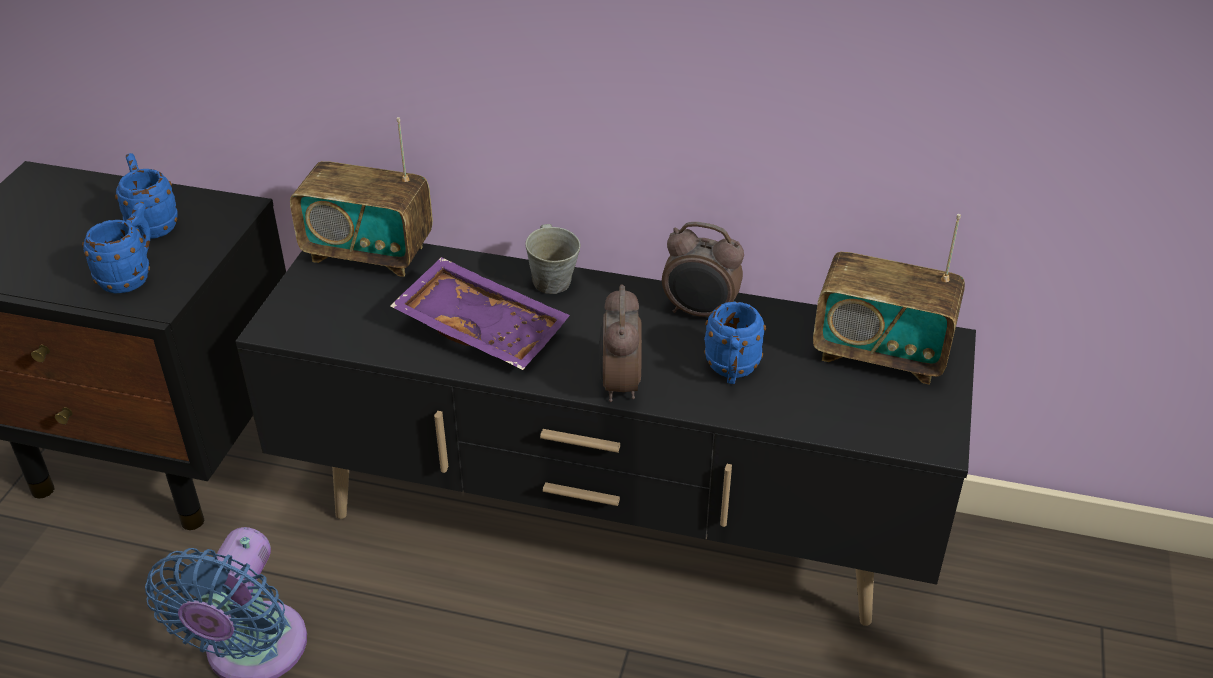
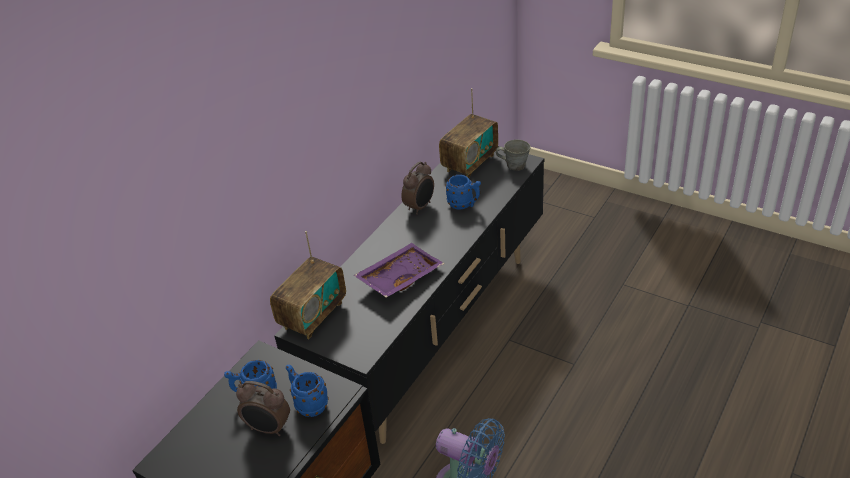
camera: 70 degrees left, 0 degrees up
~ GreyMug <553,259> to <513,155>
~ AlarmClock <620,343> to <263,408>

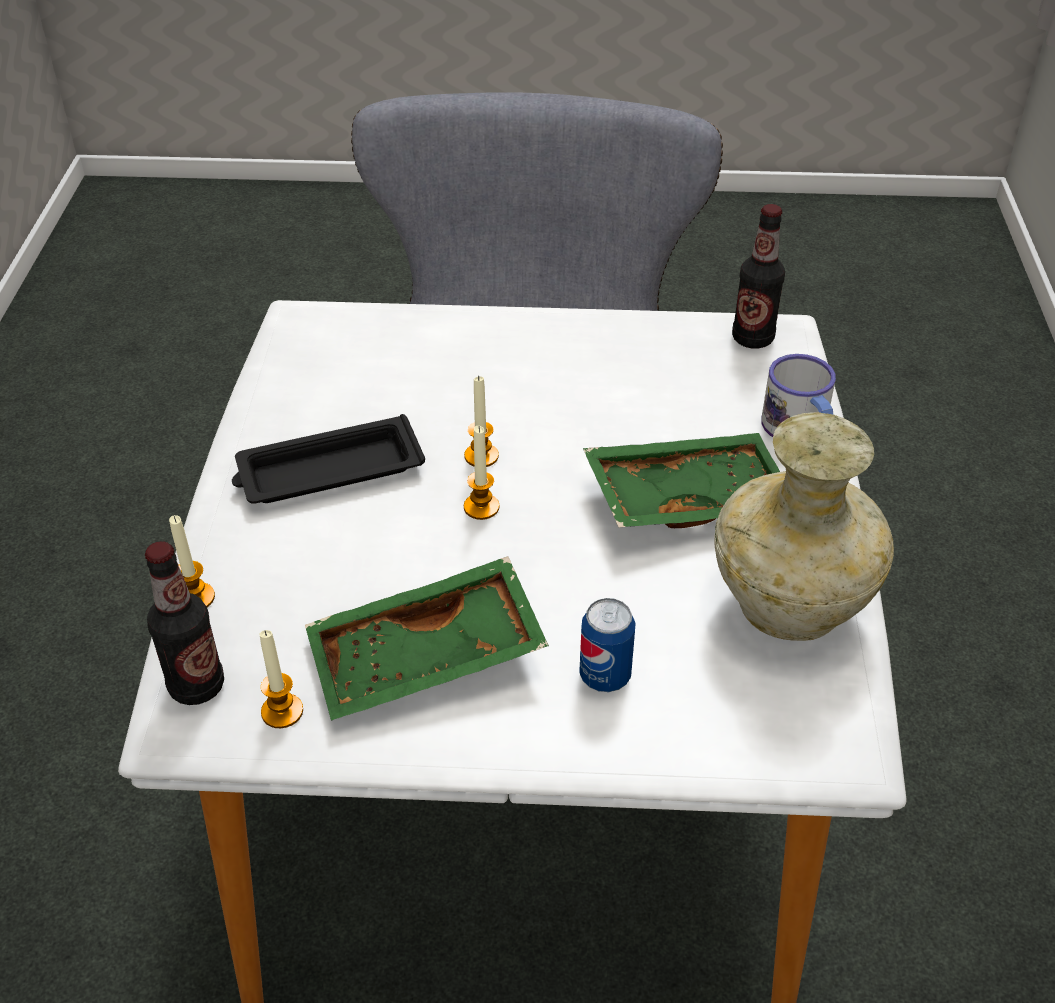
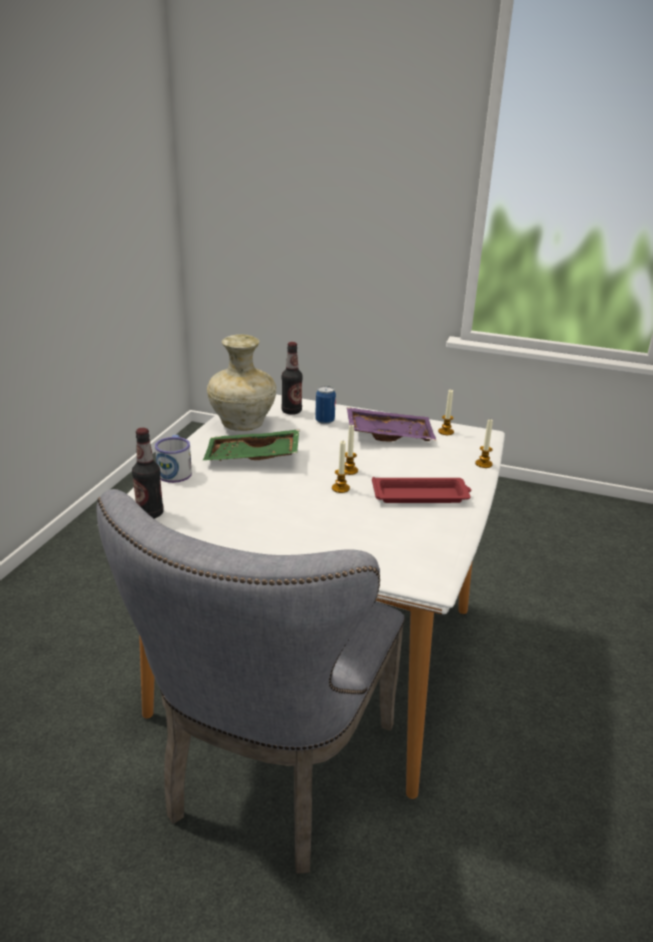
camera: 165 degrees left, 15 degrees down
~ Bottle <184,623> to <292,378>
~ BlackTray <328,459> to RedTray <421,490>
~ GreenTray <427,638> to PurpleTray <391,424>

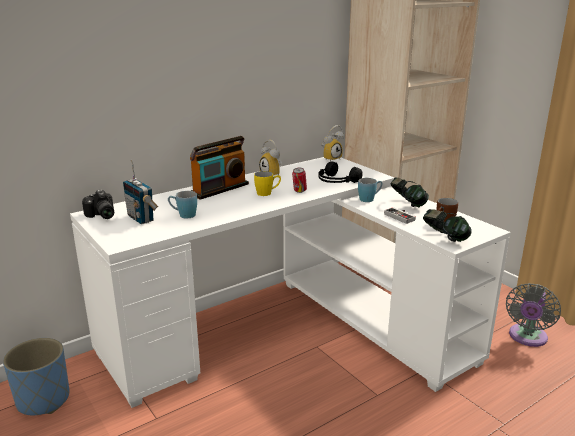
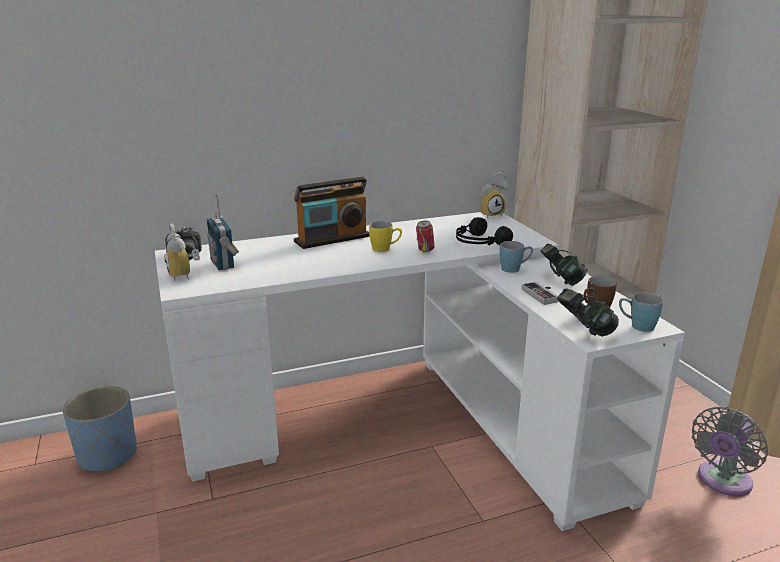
camera: 15 degrees right, 0 degrees up
~ BlueMug <182,204> to <641,312>
~ AlarmClock <270,157> to <182,252>

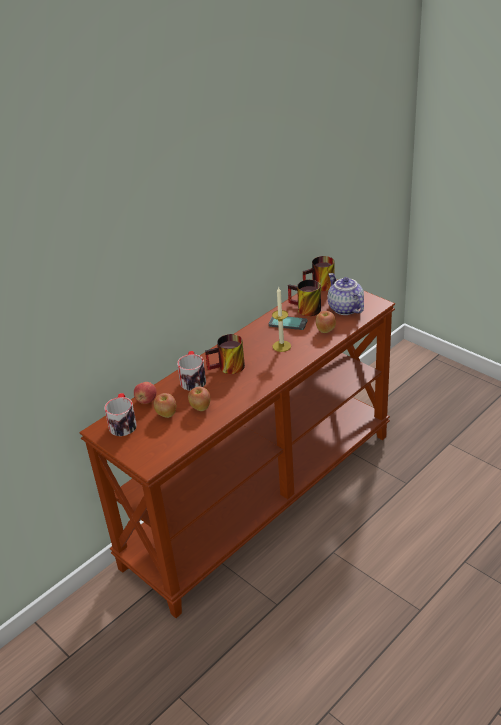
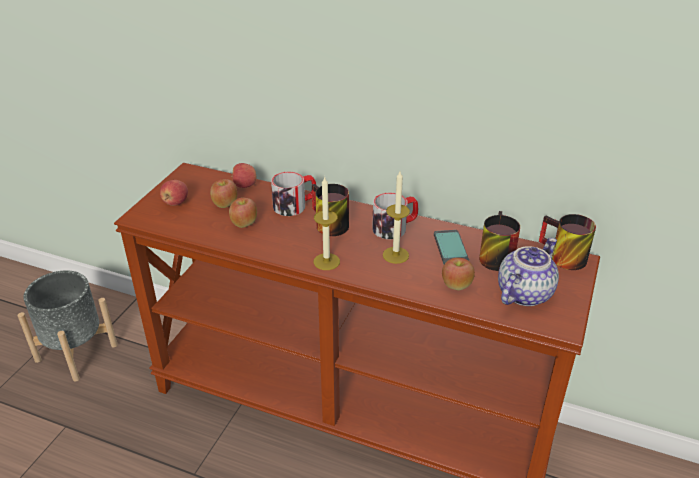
camera: 65 degrees right, 0 degrees up
~ Mug <120,414> to <395,216>
+ GreyPlanter <67,326>
+ Apple <174,193>
+ Candle <326,223>

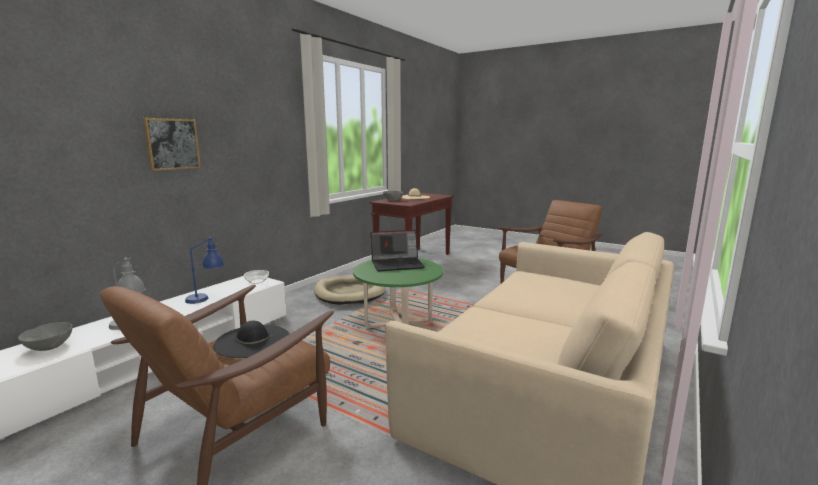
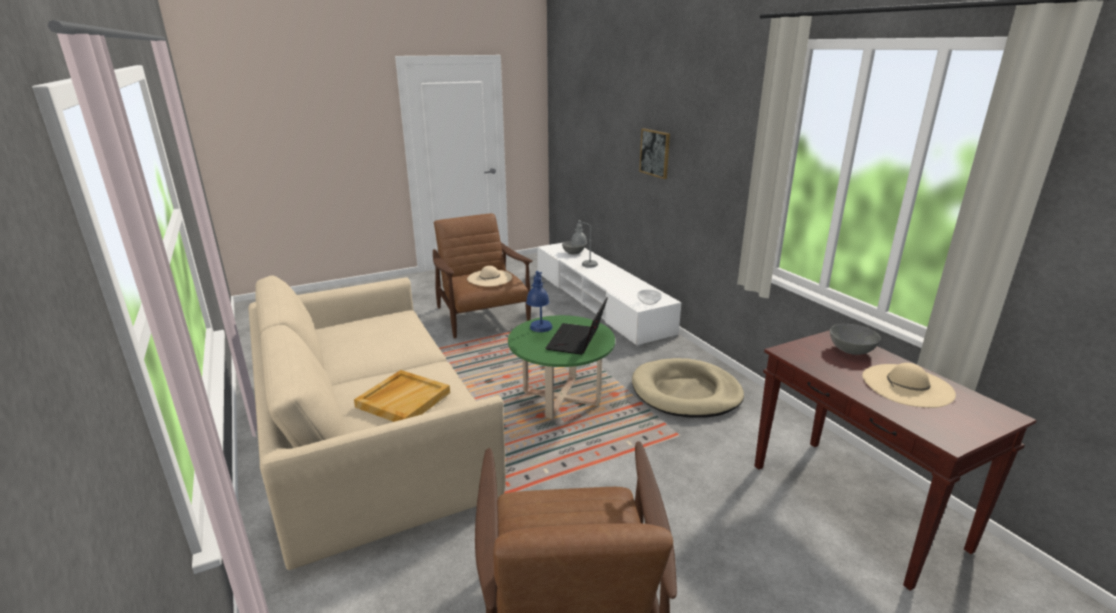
camera: 120 degrees right, 10 degrees up
~ BlueTableLamp <205,270> to <539,301>
~ BlackHat <251,339> to BeigeHat <489,276>
+ BeigeTray <402,396>

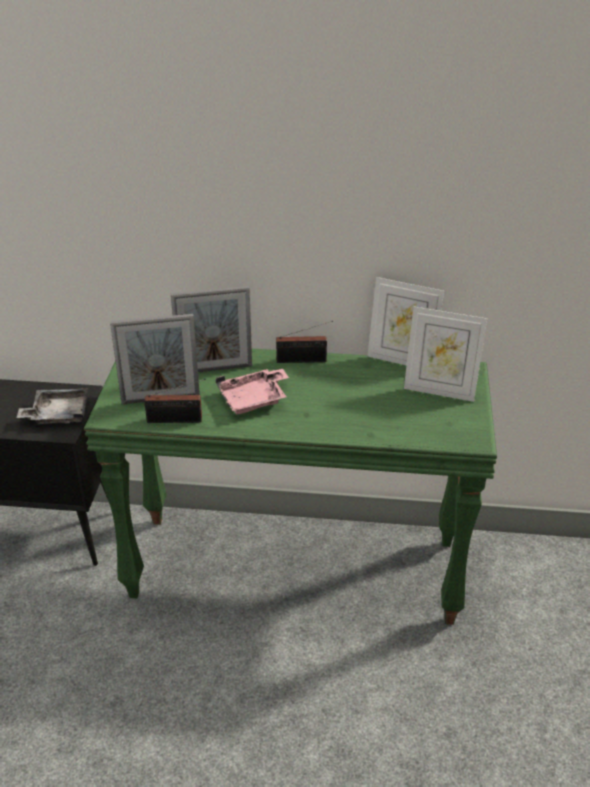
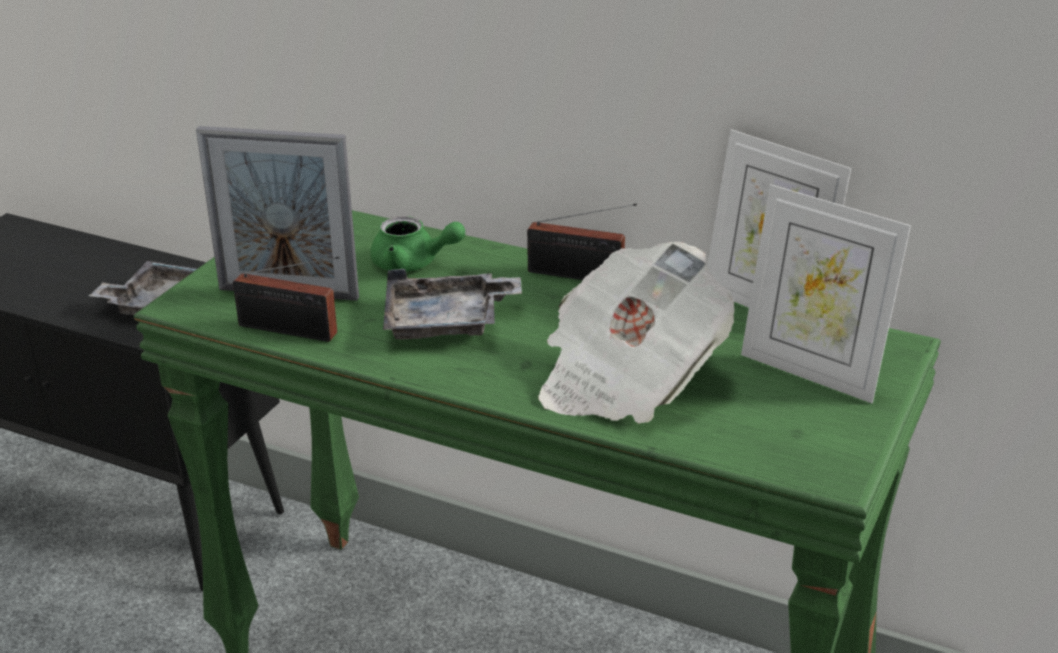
camera: 20 degrees right, 5 degrees down
~ PictureFrame <211,329> to GreenTeapot <417,244>
~ PinkTray <252,392> to GreyTray <452,304>
+ Newspaper <636,333>

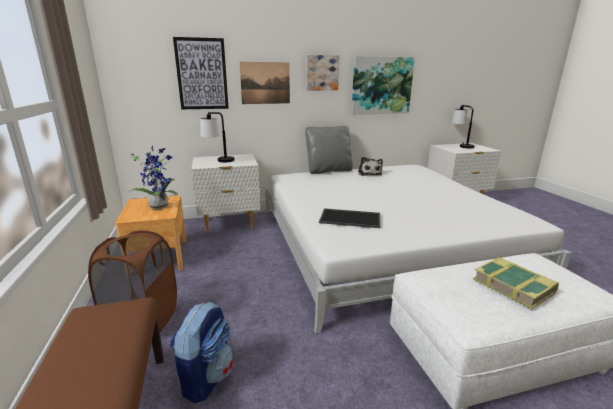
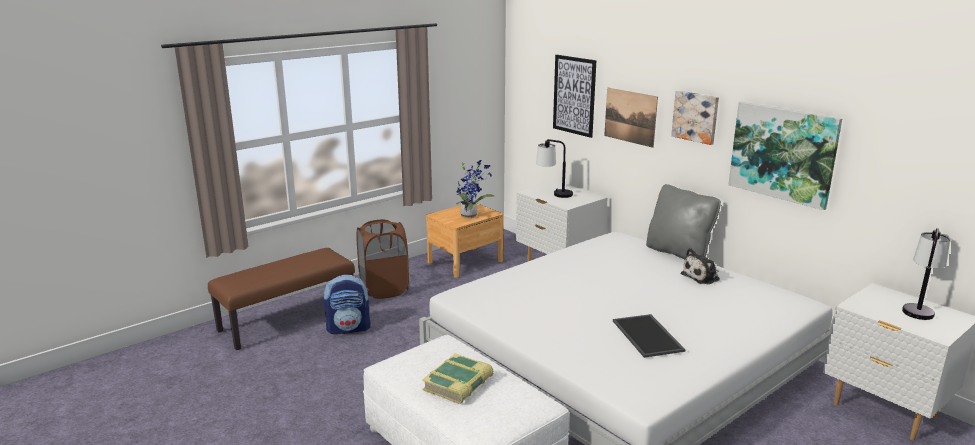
camera: 65 degrees right, 0 degrees up
~ Tray <350,218> to <649,336>

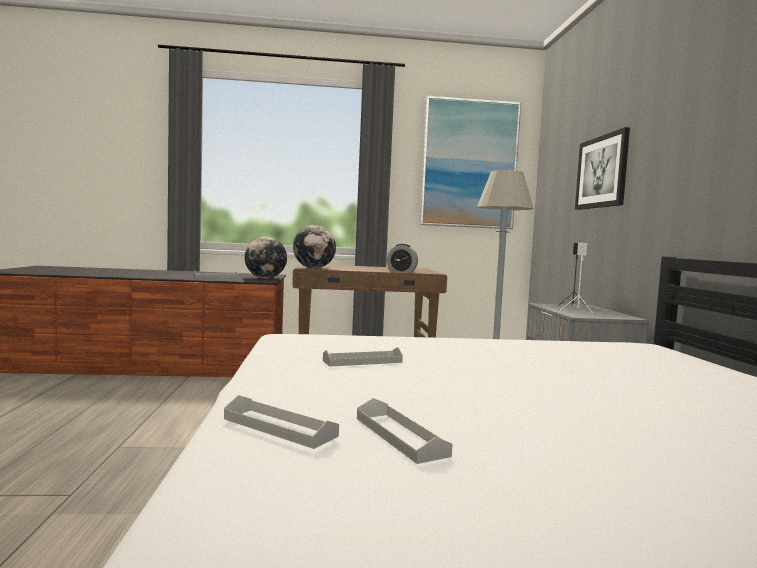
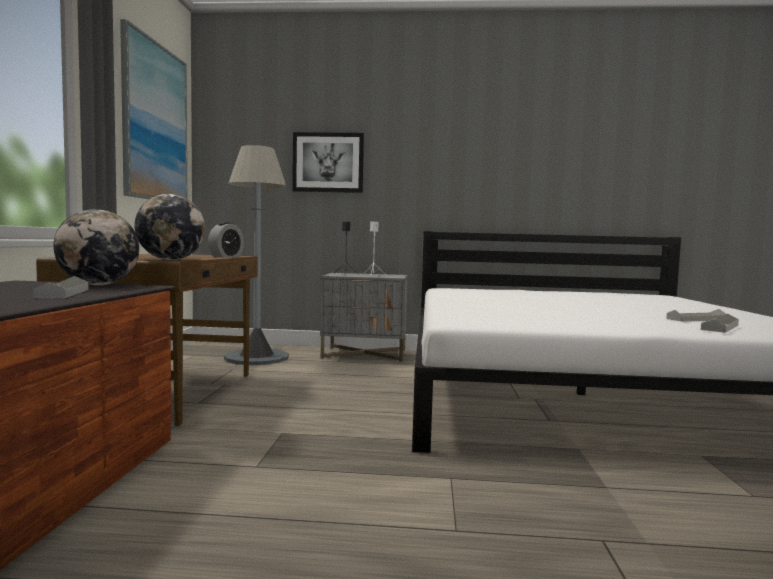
camera: 80 degrees left, 0 degrees up
- GreyTray <363,357>

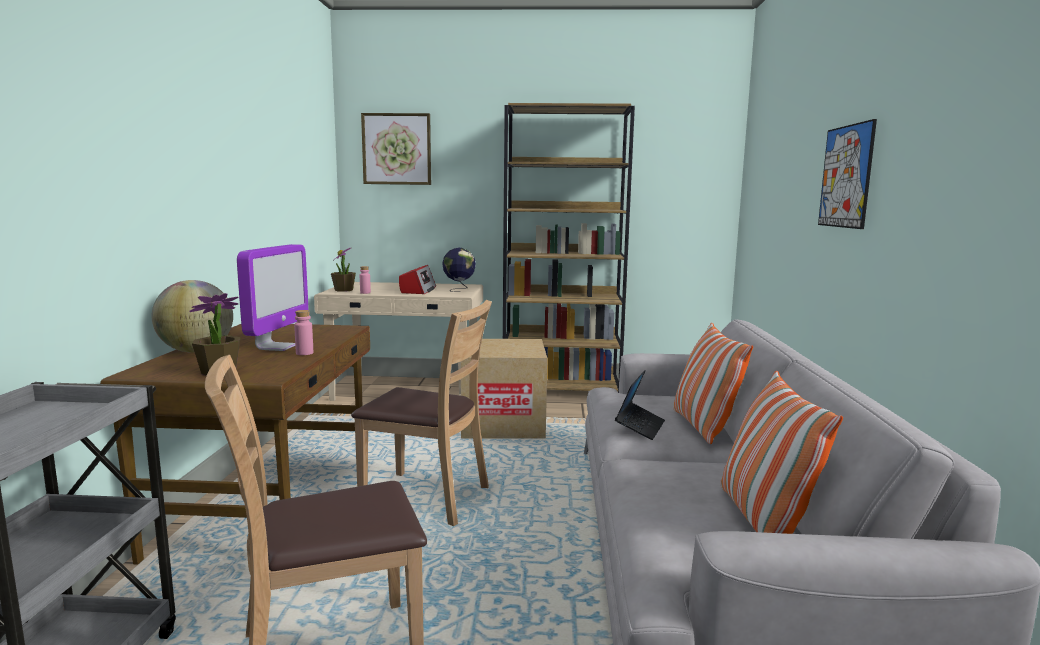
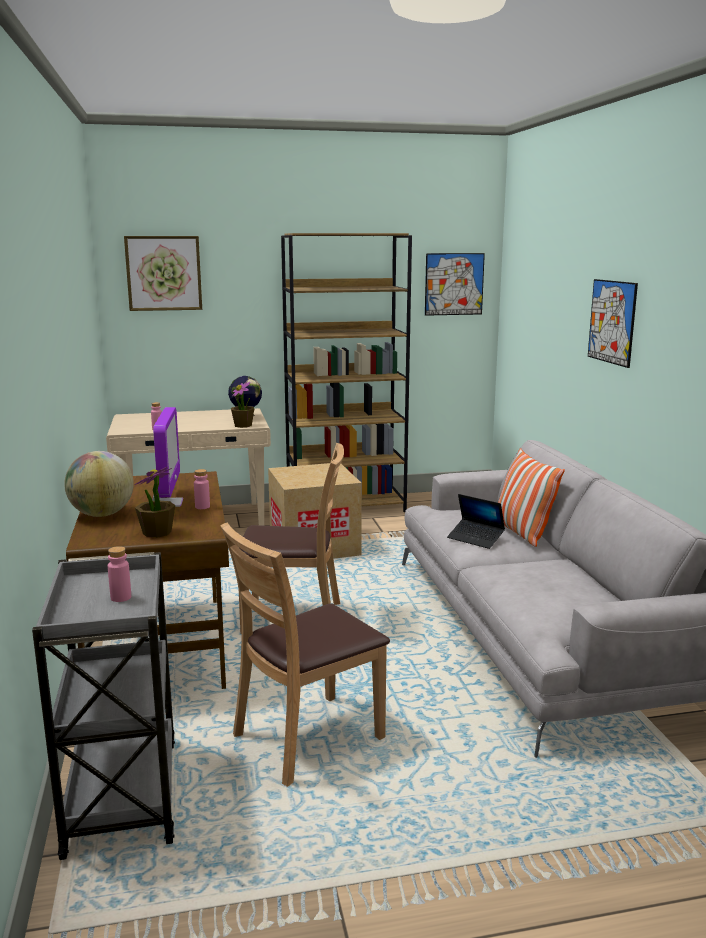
camera: 15 degrees left, 5 degrees up
~ PottedPlant <343,269> to <242,404>
- Radio <417,279>
~ Laptop <640,405> = <476,521> 120 degrees clockwise
- Pillow <782,452>
+ PinkBottle <119,574>
+ Picture <455,284>

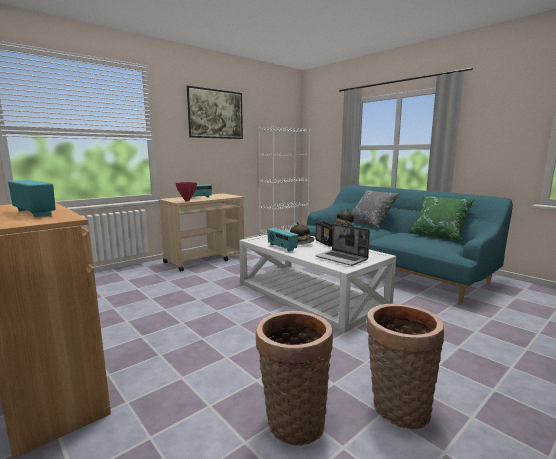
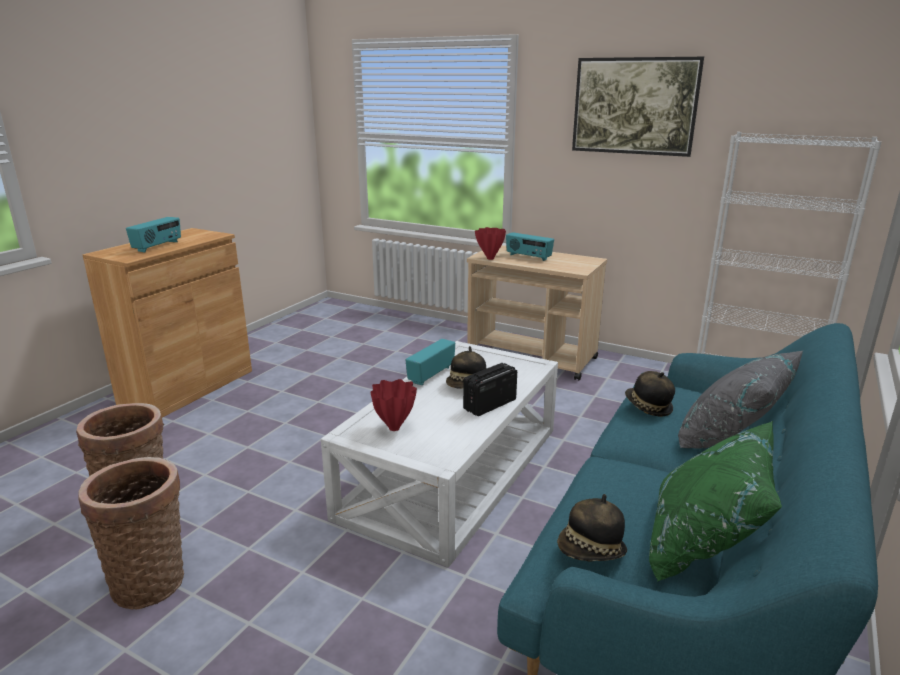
camera: 70 degrees right, 10 degrees up
~ Laptop <342,245> to RedVase <394,405>
+ Hat <592,528>

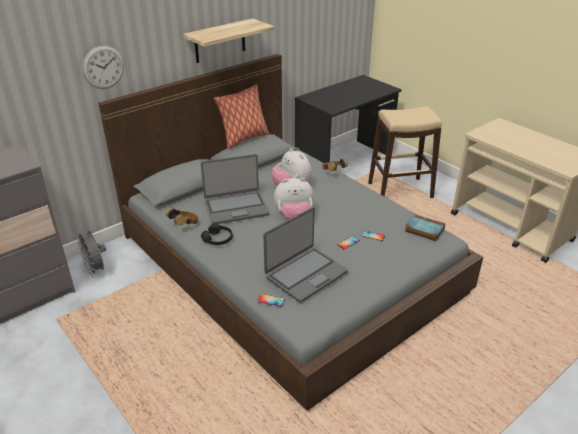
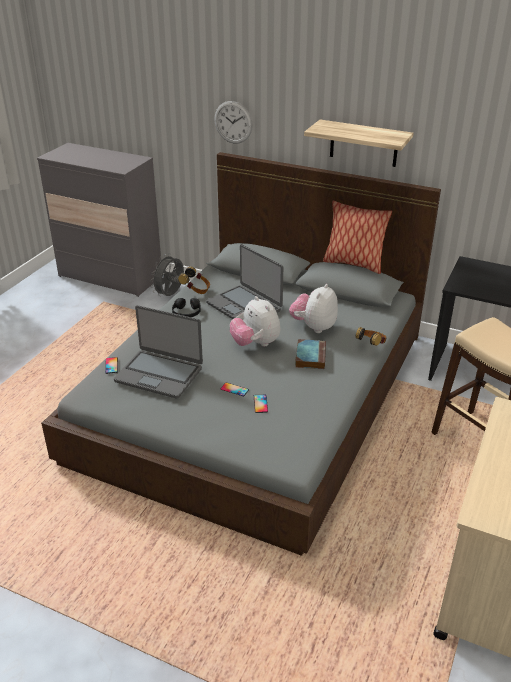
camera: 65 degrees right, 0 degrees up
~ Book <425,228> to <310,354>

